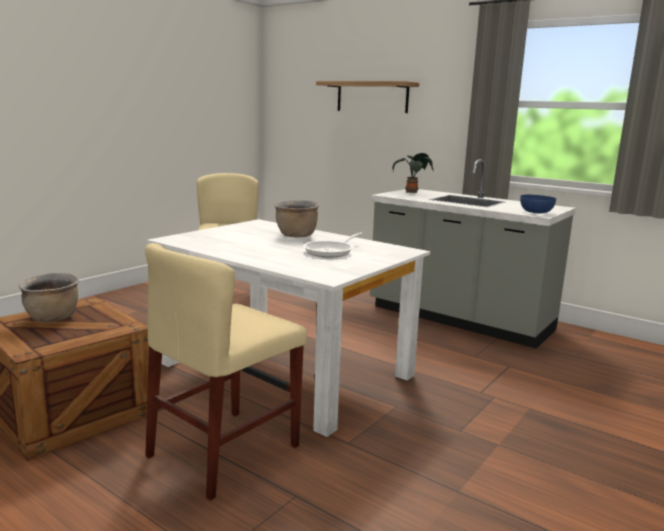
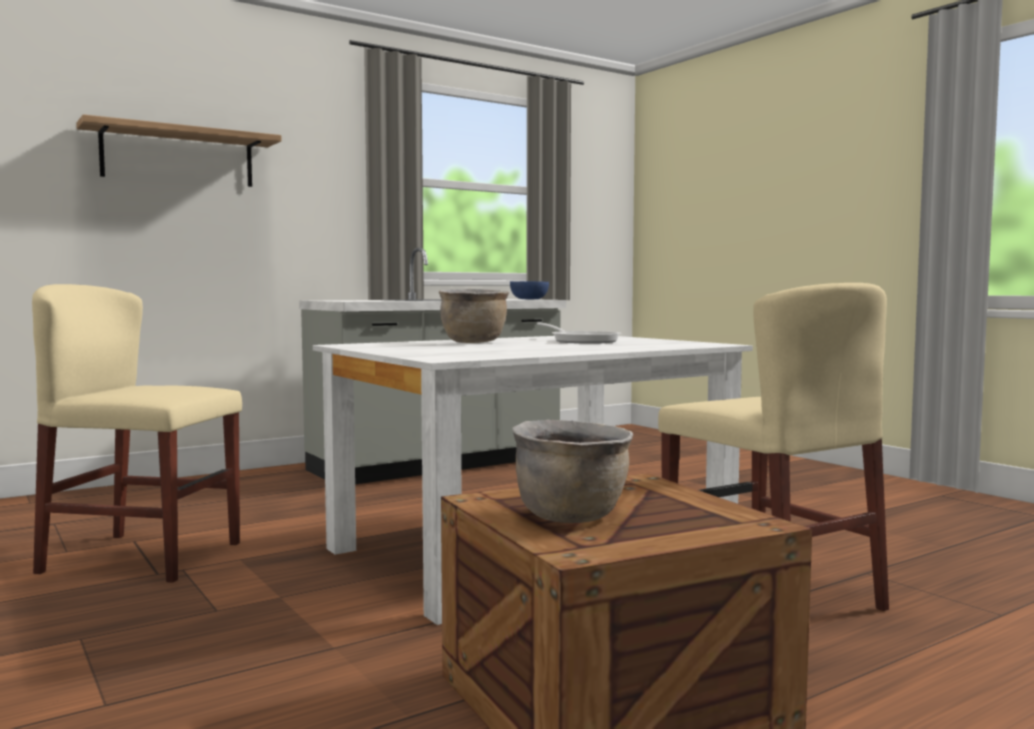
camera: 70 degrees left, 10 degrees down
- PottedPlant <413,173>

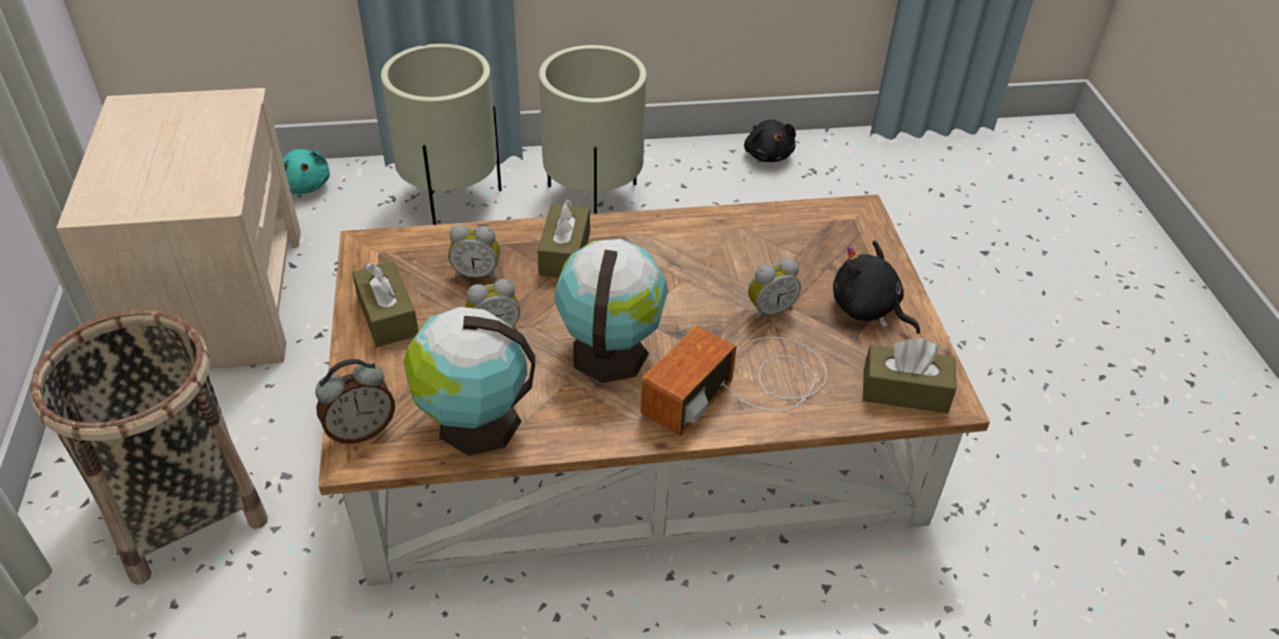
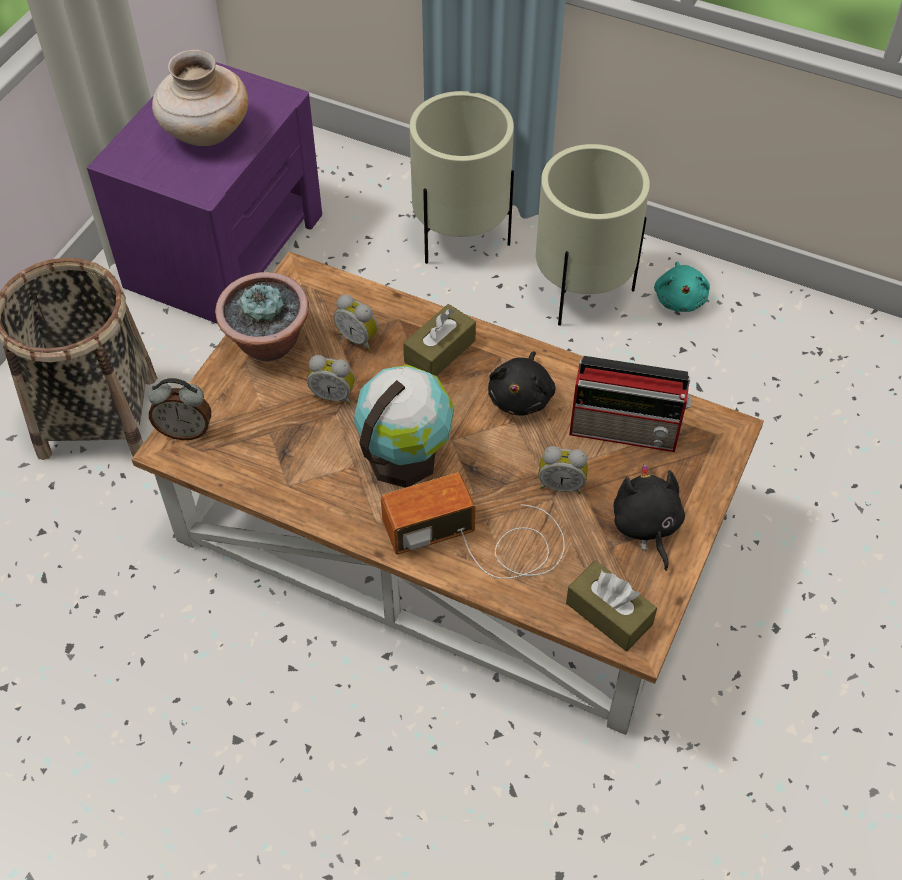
camera: 35 degrees right, 10 degrees up
~ BeigeNightstand <178,228> to PurpleNightstand <204,193>
~ TurquoisePlushToy <306,171> to <682,286>
~ BrownTissueBox <385,304> to PottedPlant <262,316>
- Globe <469,381>
~ BlackPlushToy <770,141> to <521,383>
+ BeigeVase <200,98>
+ Radio <630,404>

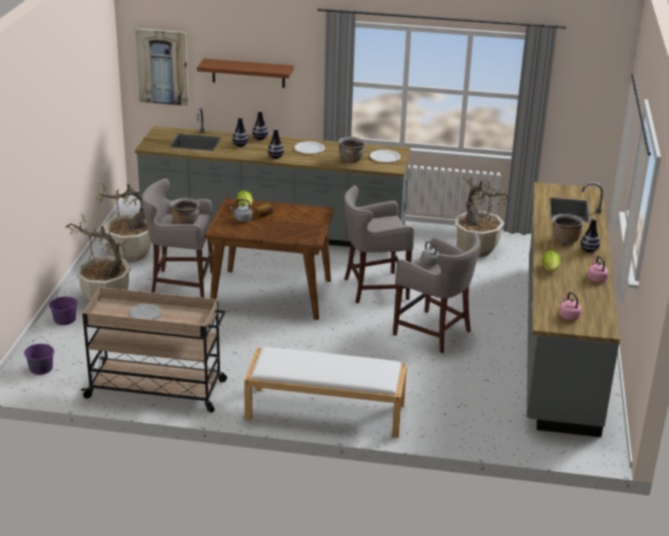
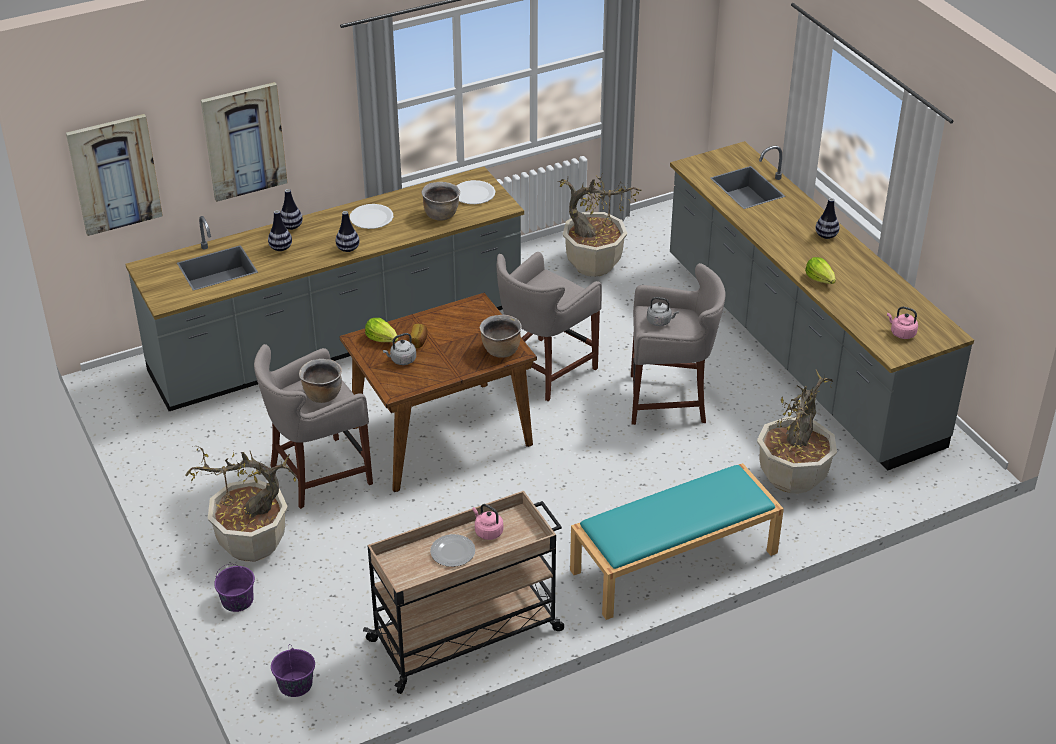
camera: 35 degrees left, 10 degrees up
~ PottedPlant <123,222> to <797,432>
~ BrownShelf <245,73> to Picture <244,142>
~ WhiteBench <325,392> to TurquoiseBench <677,541>
~ BrownCookingPot <568,229> to <501,336>
~ PinkKettle <598,269> to <487,522>

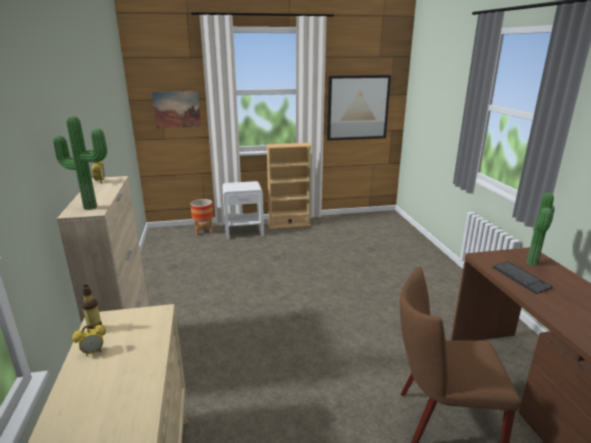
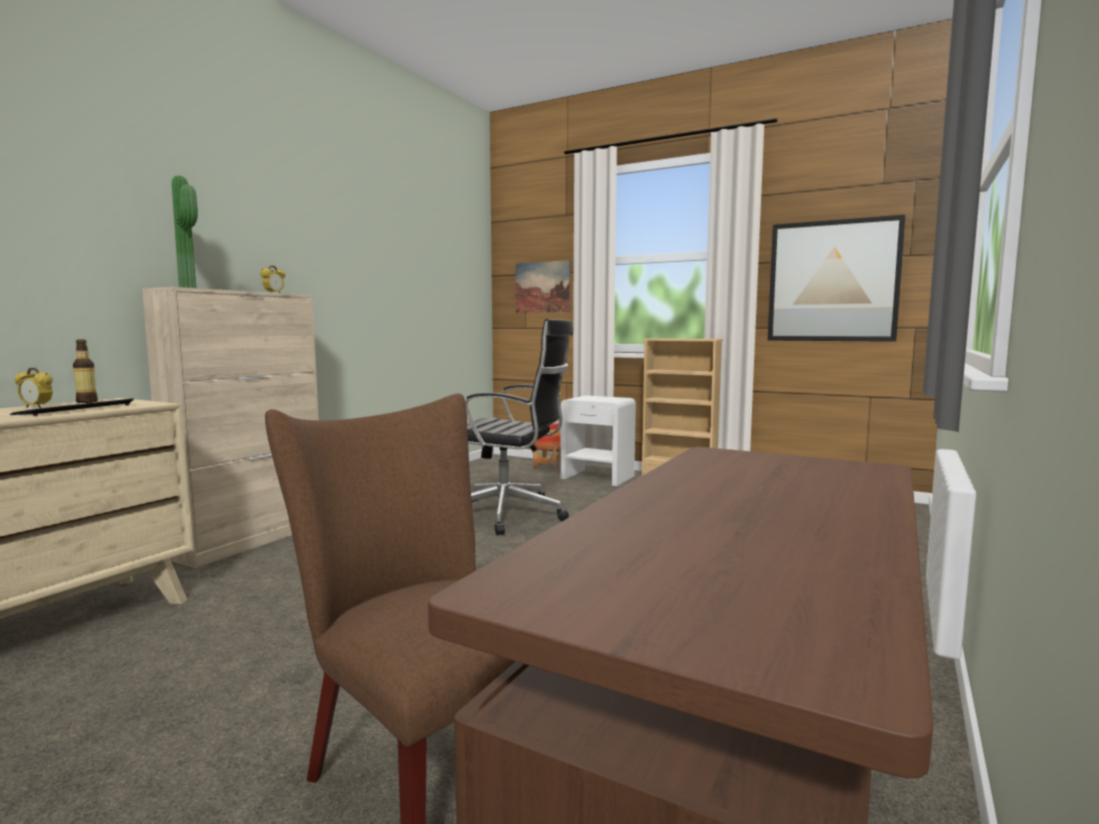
camera: 40 degrees right, 15 degrees down
~ Keyboard <522,277> to <72,407>
- PottedPlant <541,229>
+ BlackOfficeChair <519,427>

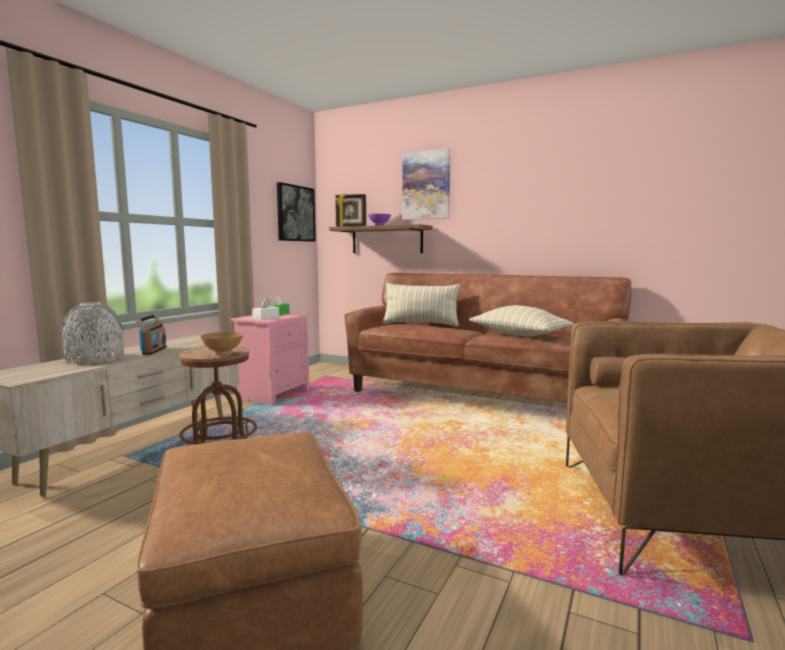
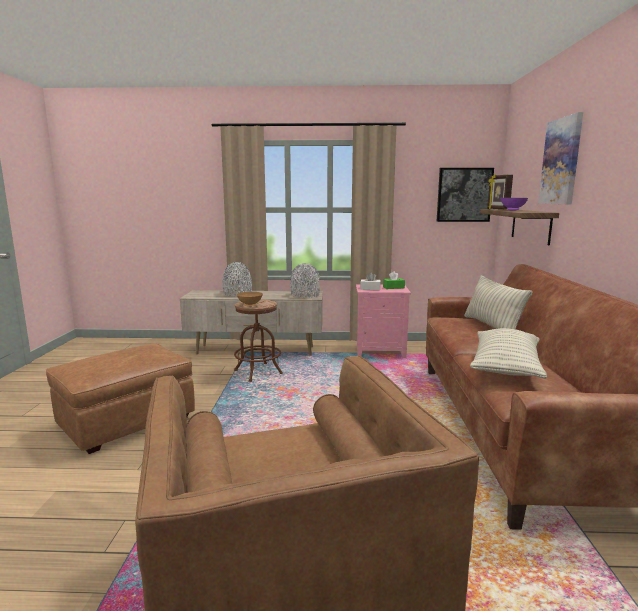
camera: 65 degrees right, 5 degrees up
- Radio <151,334>
+ GreyVase <305,280>

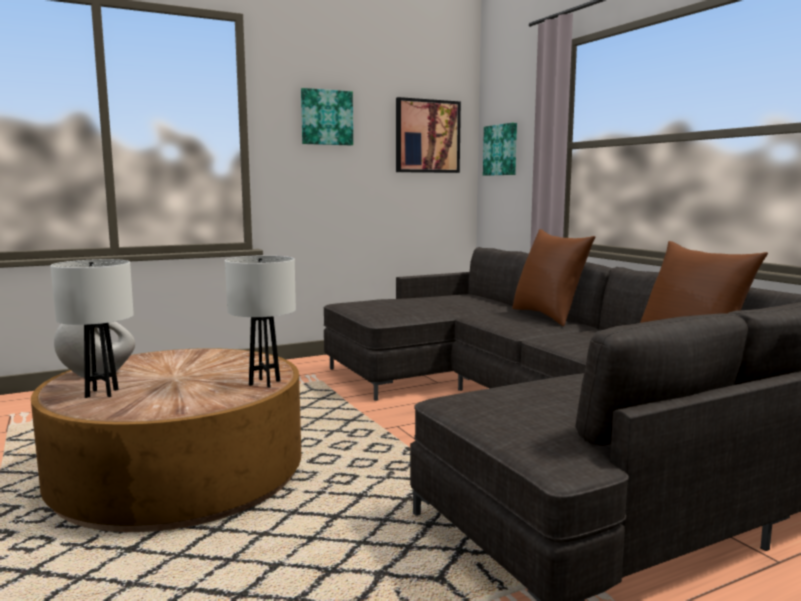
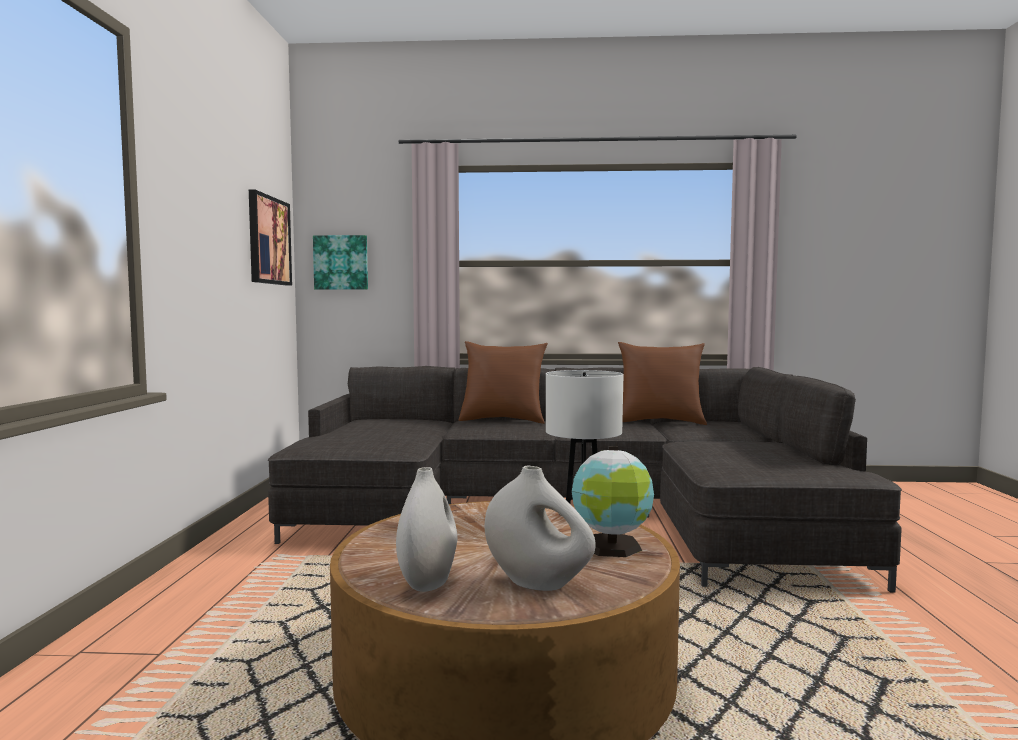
camera: 60 degrees left, 5 degrees down
~ WhiteTableLamp <92,328> to WhiteVase <540,528>
- Picture <327,117>
+ Globe <613,501>

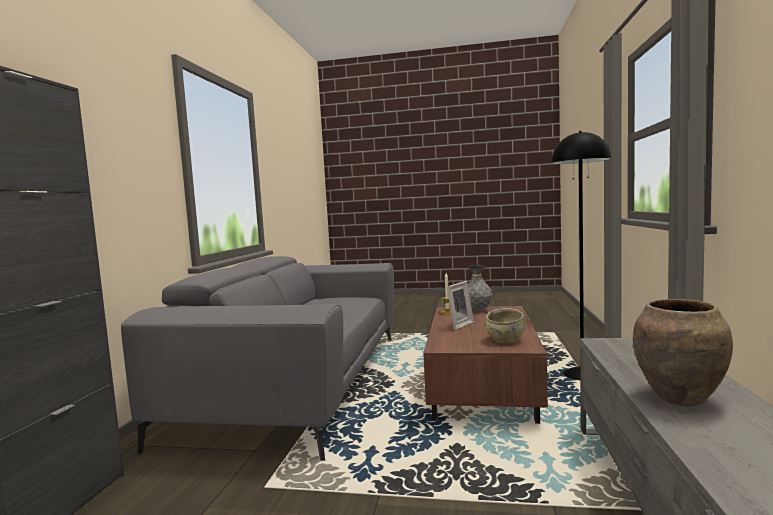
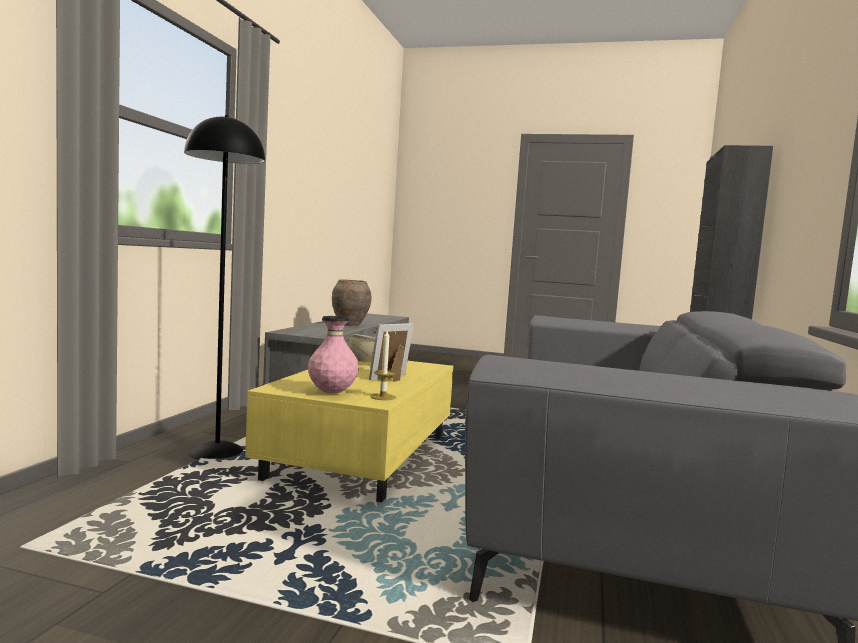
camera: 175 degrees left, 0 degrees up
~ BrownCoffeeTable <485,365> to YellowCoffeeTable <349,431>
~ GreyVase <480,288> to PinkVase <333,355>

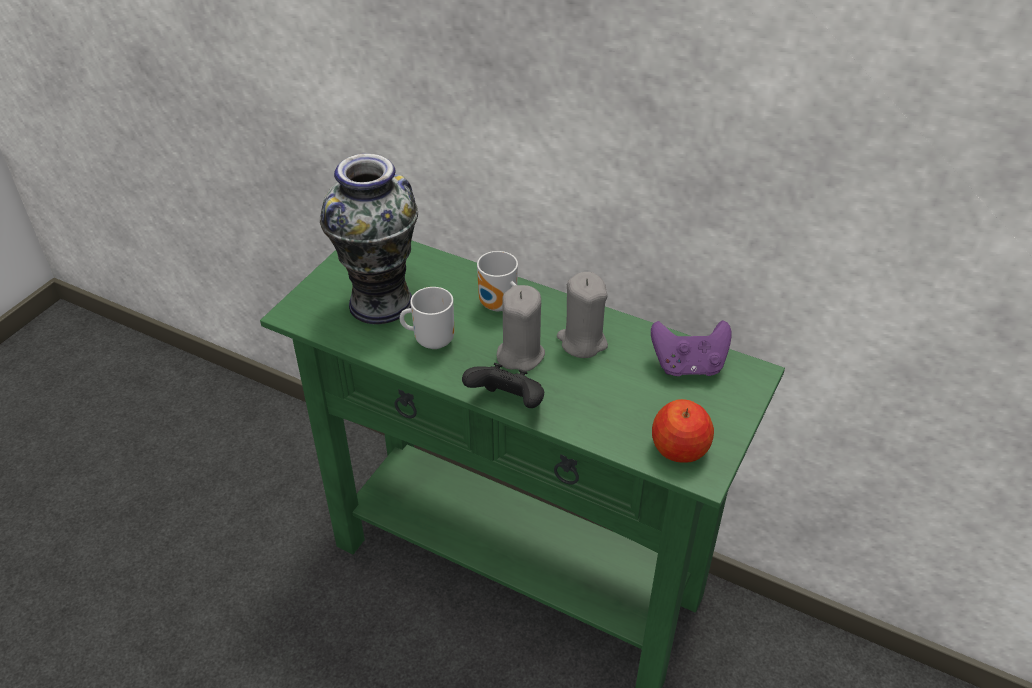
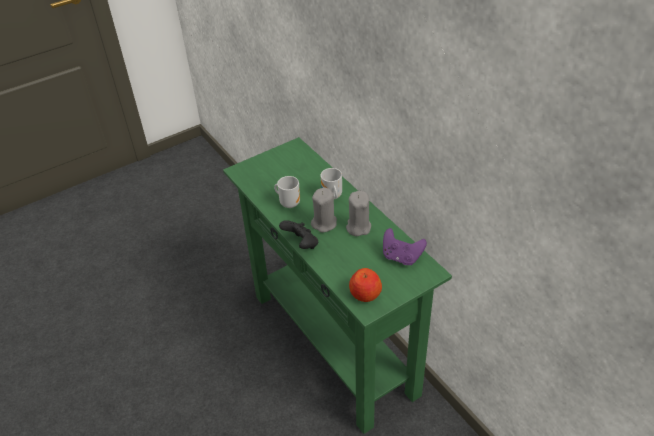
camera: 30 degrees right, 0 degrees up
- Vase <369,239>

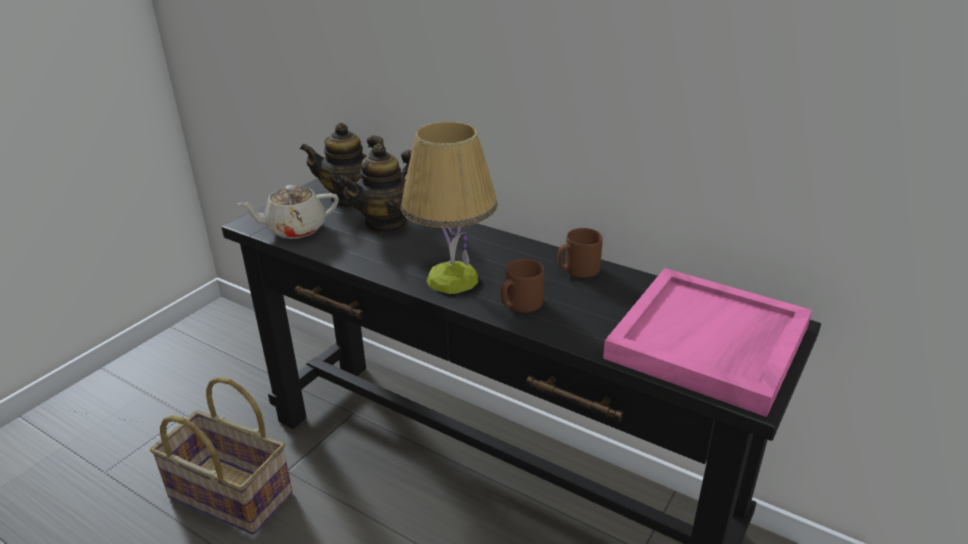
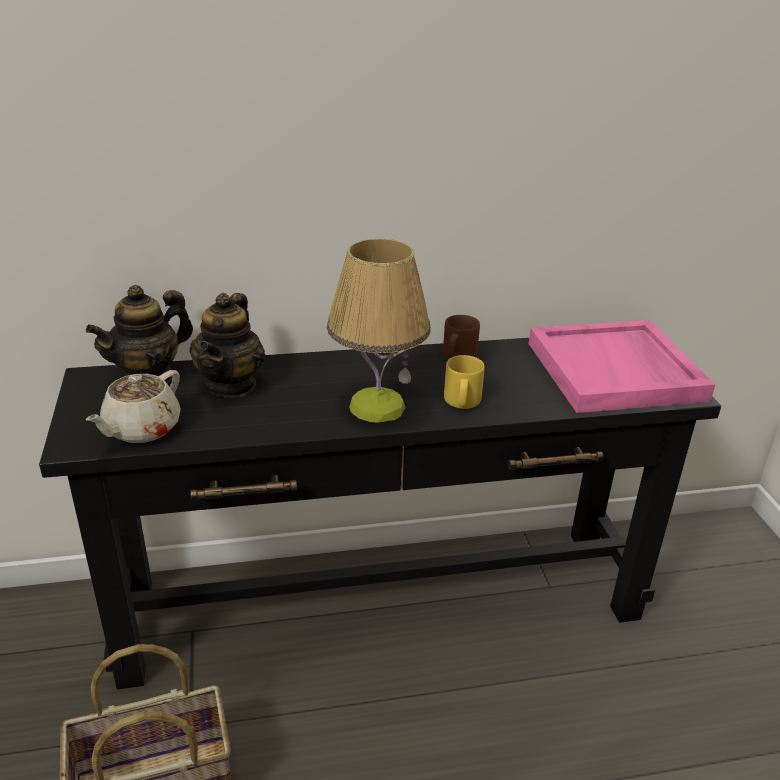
camera: 45 degrees left, 0 degrees up
~ BrownMug <522,286> to YellowMug <464,382>

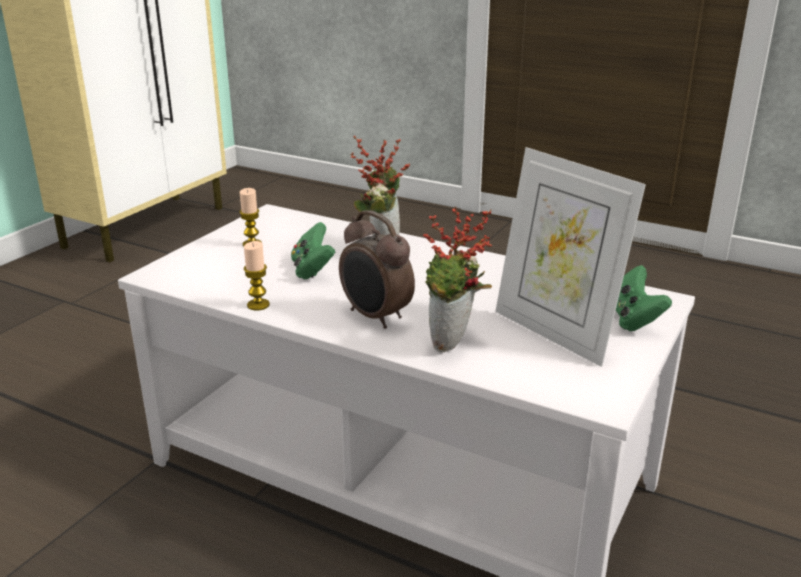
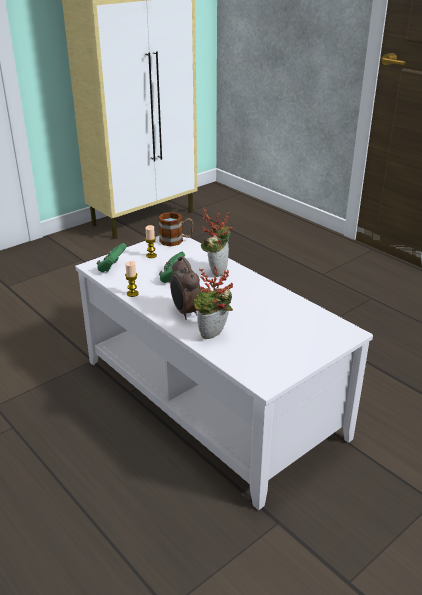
camera: 20 degrees right, 5 degrees up
- PictureFrame <570,257>
~ GreenGameController <644,298> to <112,257>
+ Mug <175,229>

